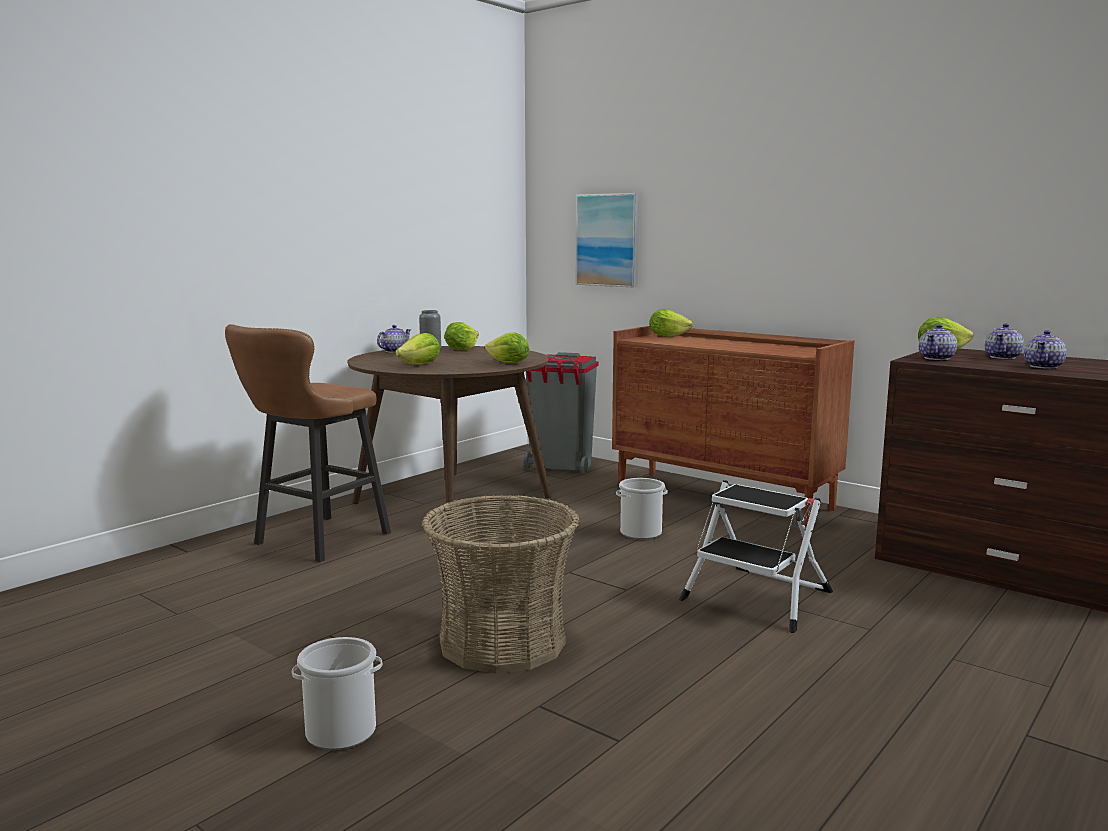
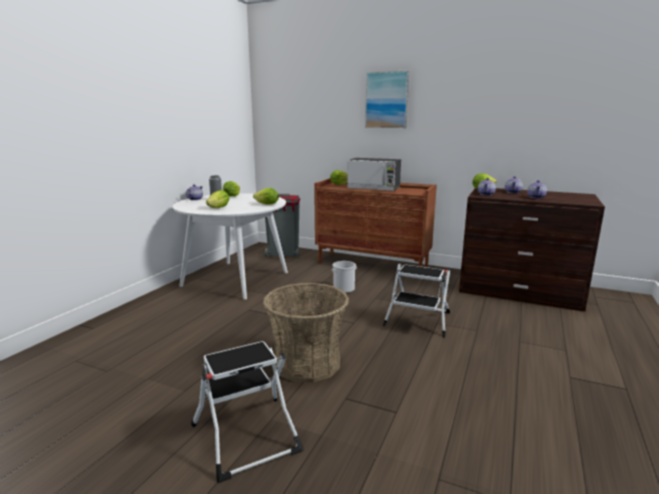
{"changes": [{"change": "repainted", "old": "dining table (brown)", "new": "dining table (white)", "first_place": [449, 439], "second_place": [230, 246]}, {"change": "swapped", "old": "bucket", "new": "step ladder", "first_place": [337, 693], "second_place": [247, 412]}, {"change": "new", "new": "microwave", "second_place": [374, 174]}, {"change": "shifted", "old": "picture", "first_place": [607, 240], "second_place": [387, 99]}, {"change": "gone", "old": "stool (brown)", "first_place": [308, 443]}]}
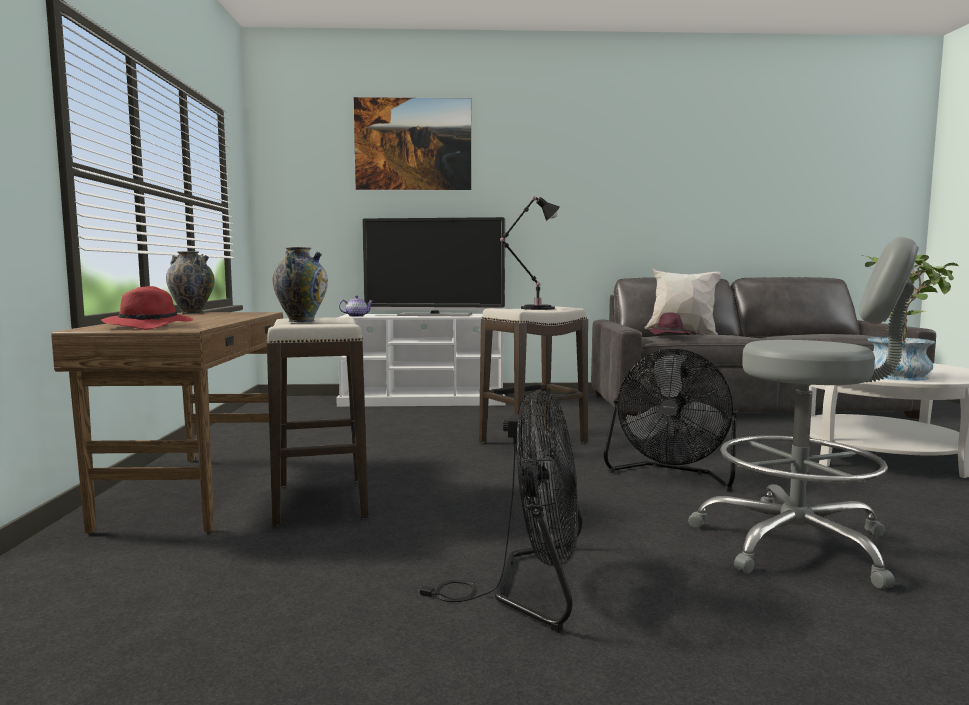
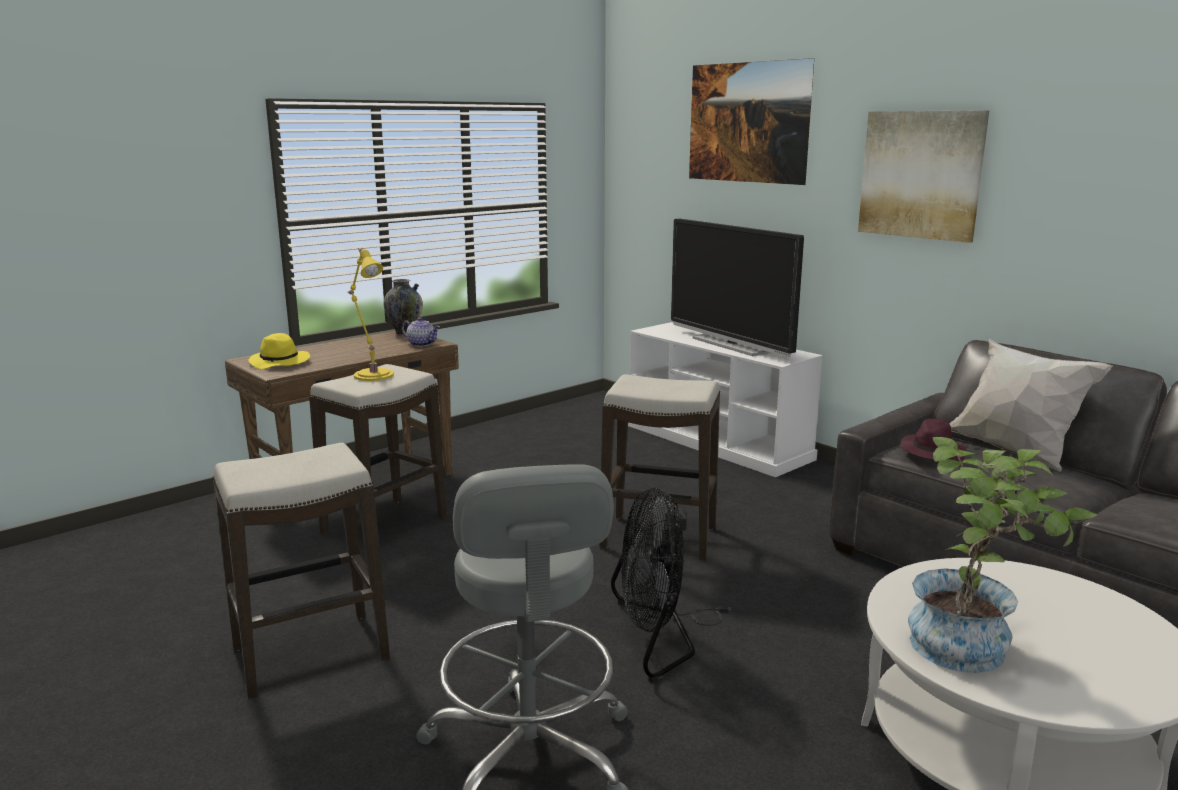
{"changes": [{"change": "swapped", "old": "fan (black)", "new": "stool", "first_place": [500, 511], "second_place": [301, 571]}, {"change": "repainted", "old": "hat (red)", "new": "hat (yellow)", "first_place": [147, 308], "second_place": [279, 351]}, {"change": "swapped", "old": "vase", "new": "table lamp (yellow)", "first_place": [300, 284], "second_place": [371, 314]}, {"change": "shifted", "old": "teapot", "first_place": [356, 306], "second_place": [421, 332]}, {"change": "new", "new": "picture", "second_place": [923, 176]}, {"change": "gone", "old": "table lamp (black)", "first_place": [529, 253]}]}
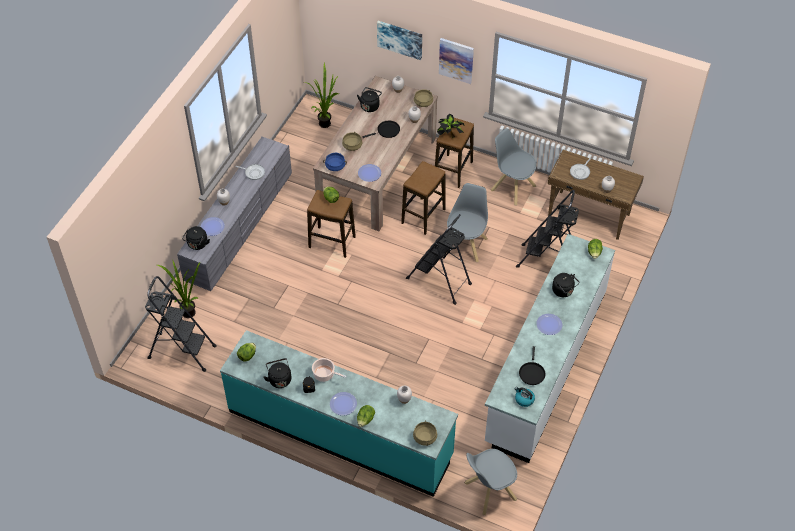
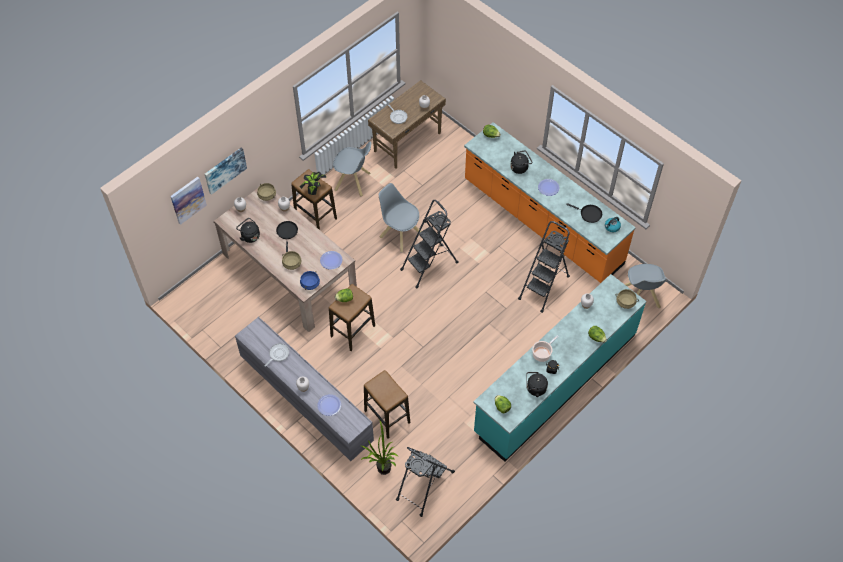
{"changes": [{"change": "shifted", "old": "picture", "first_place": [456, 61], "second_place": [188, 201]}, {"change": "rotated", "old": "chair (grey)", "first_place": [513, 167], "second_place": [352, 168], "degrees": -135}, {"change": "shifted", "old": "stool", "first_place": [423, 198], "second_place": [387, 404]}, {"change": "repainted", "old": "counter (white)", "new": "counter (orange)", "first_place": [550, 348], "second_place": [550, 202]}, {"change": "shifted", "old": "step ladder", "first_place": [547, 229], "second_place": [544, 267]}, {"change": "gone", "old": "kettle (black)", "first_place": [196, 238]}, {"change": "gone", "old": "potted plant", "first_place": [321, 95]}, {"change": "gone", "old": "plate", "first_place": [343, 404]}]}
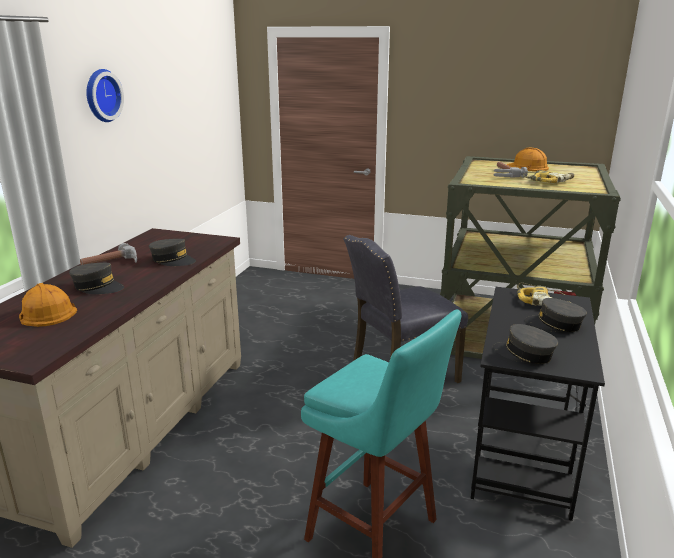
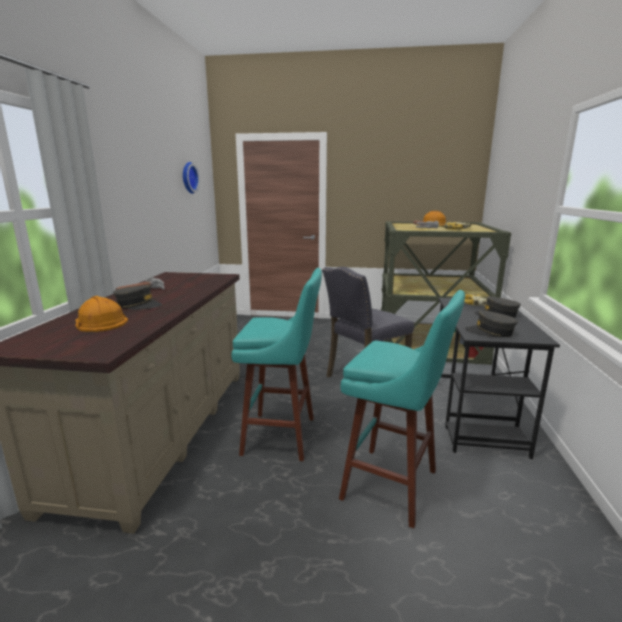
{"changes": [{"change": "shifted", "old": "wall clock", "first_place": [105, 95], "second_place": [191, 178]}, {"change": "new", "new": "stool (turquoise)", "second_place": [277, 364]}, {"change": "gone", "old": "cap (grey)", "first_place": [172, 252]}]}
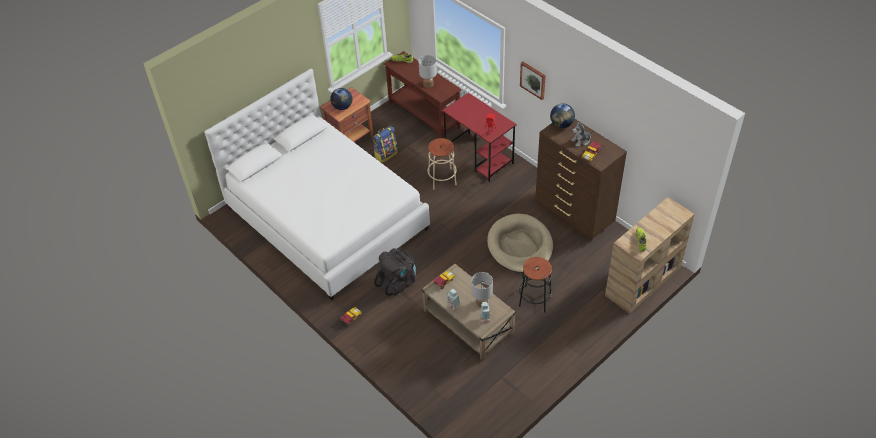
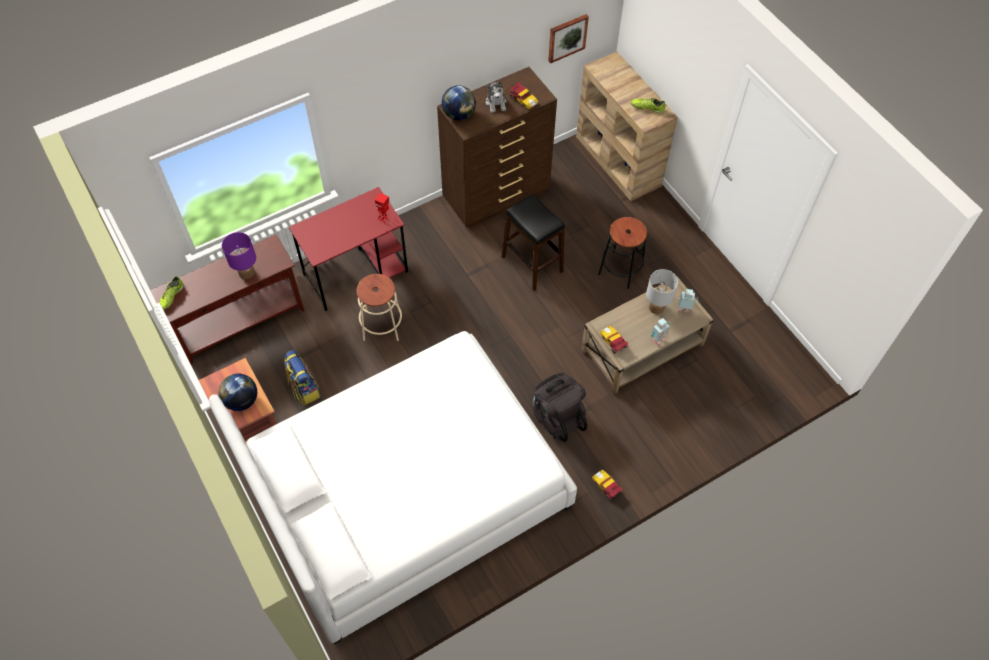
{"changes": [{"change": "repainted", "old": "table lamp (grey)", "new": "table lamp (purple)", "first_place": [427, 71], "second_place": [239, 255]}, {"change": "swapped", "old": "dog bed (beige)", "new": "stool (black)", "first_place": [520, 243], "second_place": [533, 242]}, {"change": "shifted", "old": "picture", "first_place": [533, 80], "second_place": [568, 38]}]}
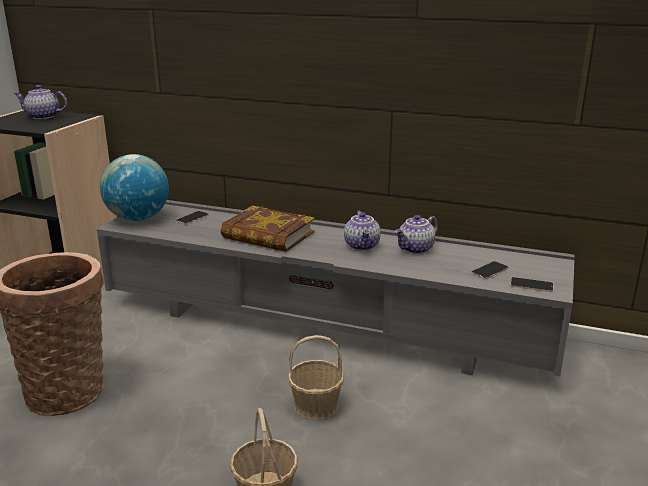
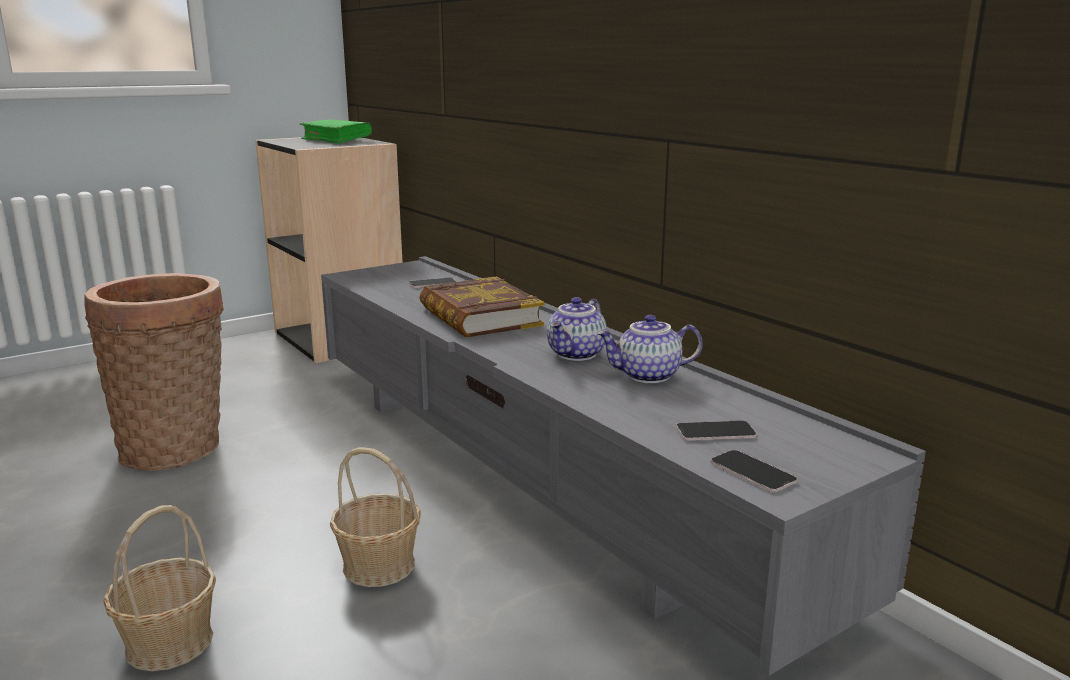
{"changes": [{"change": "swapped", "old": "teapot", "new": "book (green)", "first_place": [40, 102], "second_place": [336, 131]}, {"change": "gone", "old": "globe", "first_place": [134, 187]}]}
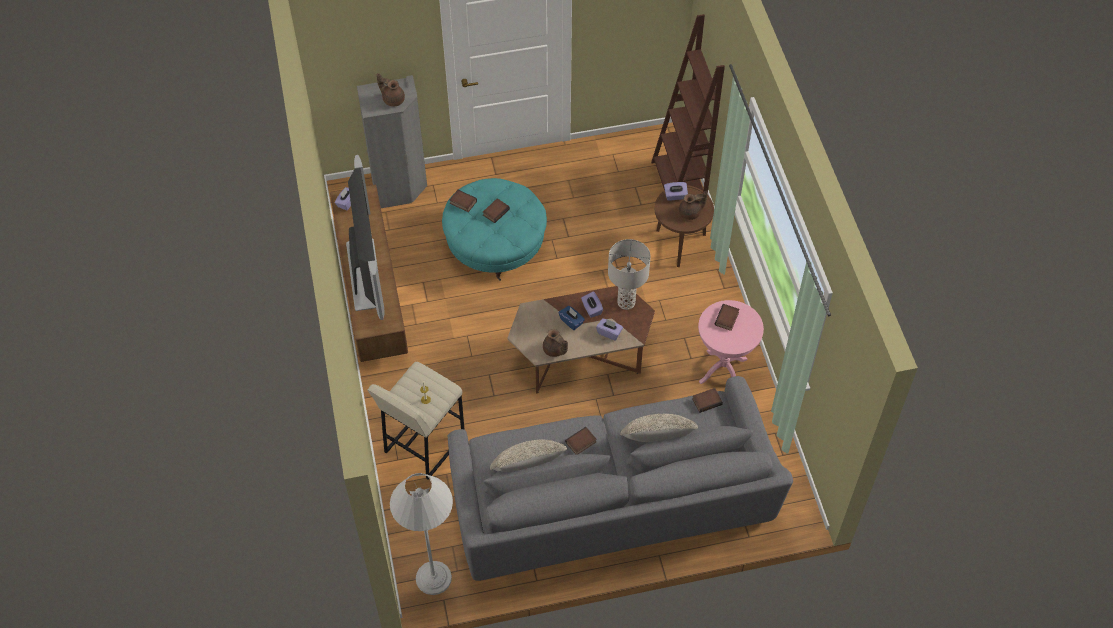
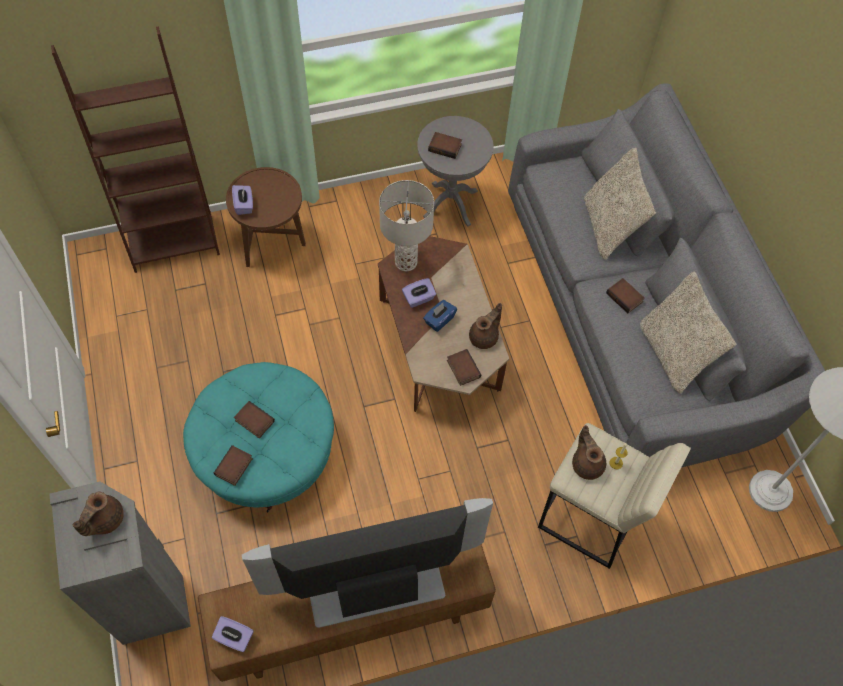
{"changes": [{"change": "repainted", "old": "side table (pink)", "new": "side table (grey)", "first_place": [731, 342], "second_place": [455, 171]}, {"change": "shifted", "old": "book", "first_place": [707, 400], "second_place": [464, 367]}, {"change": "shifted", "old": "teapot (brown)", "first_place": [693, 205], "second_place": [589, 452]}, {"change": "gone", "old": "tissue box (purple)", "first_place": [609, 329]}]}
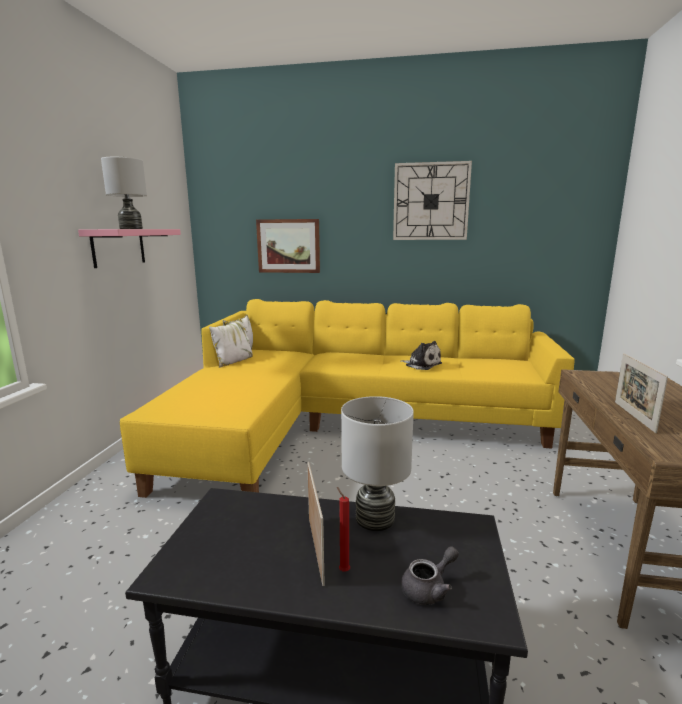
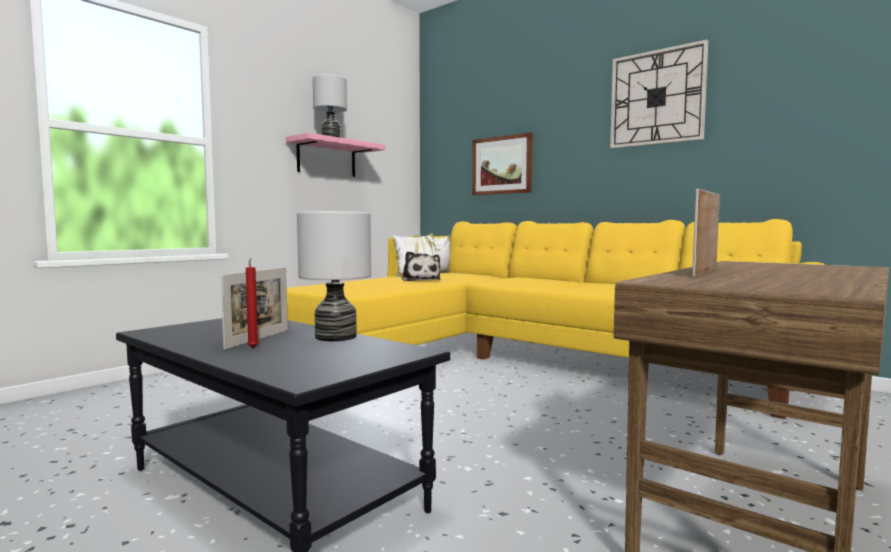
{"changes": [{"change": "shifted", "old": "plush toy", "first_place": [421, 355], "second_place": [421, 266]}, {"change": "gone", "old": "teapot (grey)", "first_place": [430, 575]}]}
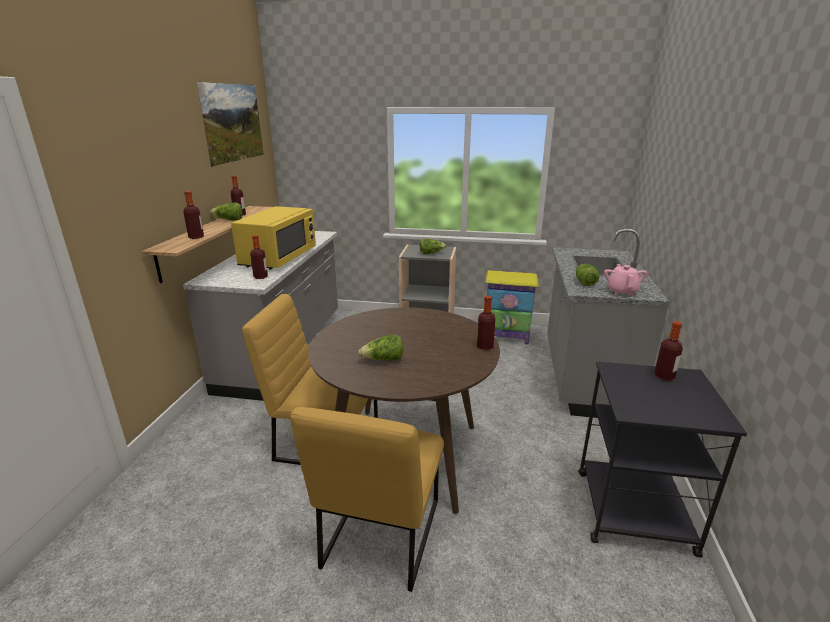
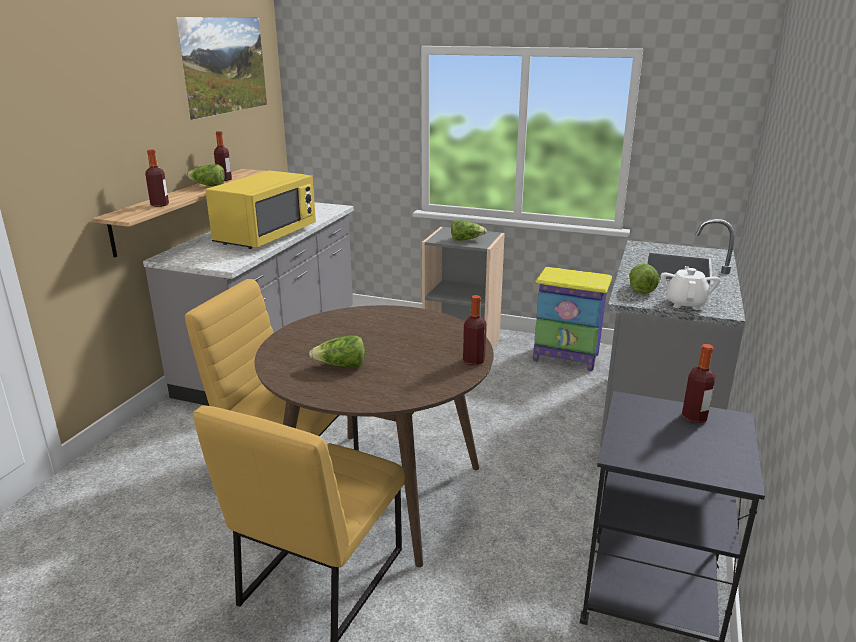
{"changes": [{"change": "repainted", "old": "teapot (pink)", "new": "teapot (white)", "first_place": [625, 280], "second_place": [690, 288]}, {"change": "gone", "old": "bottle", "first_place": [259, 257]}]}
